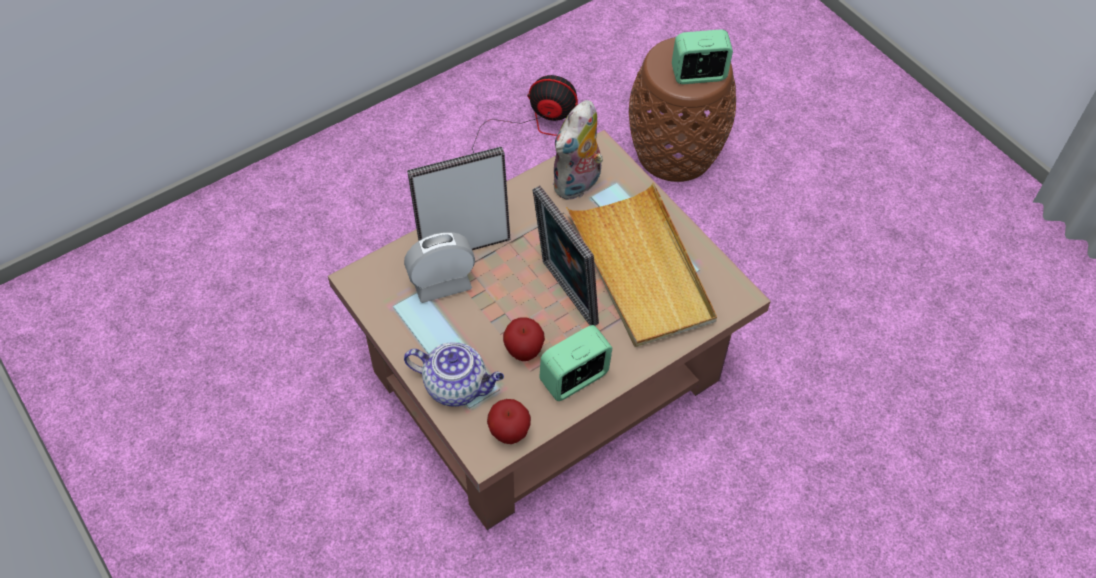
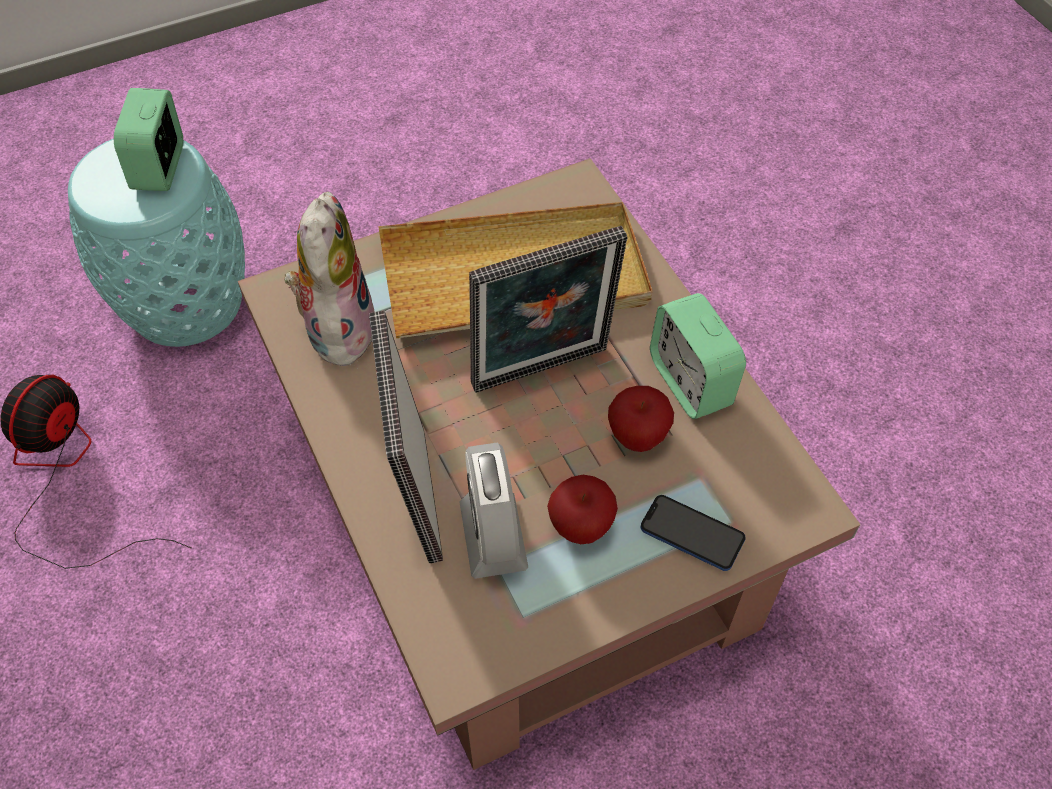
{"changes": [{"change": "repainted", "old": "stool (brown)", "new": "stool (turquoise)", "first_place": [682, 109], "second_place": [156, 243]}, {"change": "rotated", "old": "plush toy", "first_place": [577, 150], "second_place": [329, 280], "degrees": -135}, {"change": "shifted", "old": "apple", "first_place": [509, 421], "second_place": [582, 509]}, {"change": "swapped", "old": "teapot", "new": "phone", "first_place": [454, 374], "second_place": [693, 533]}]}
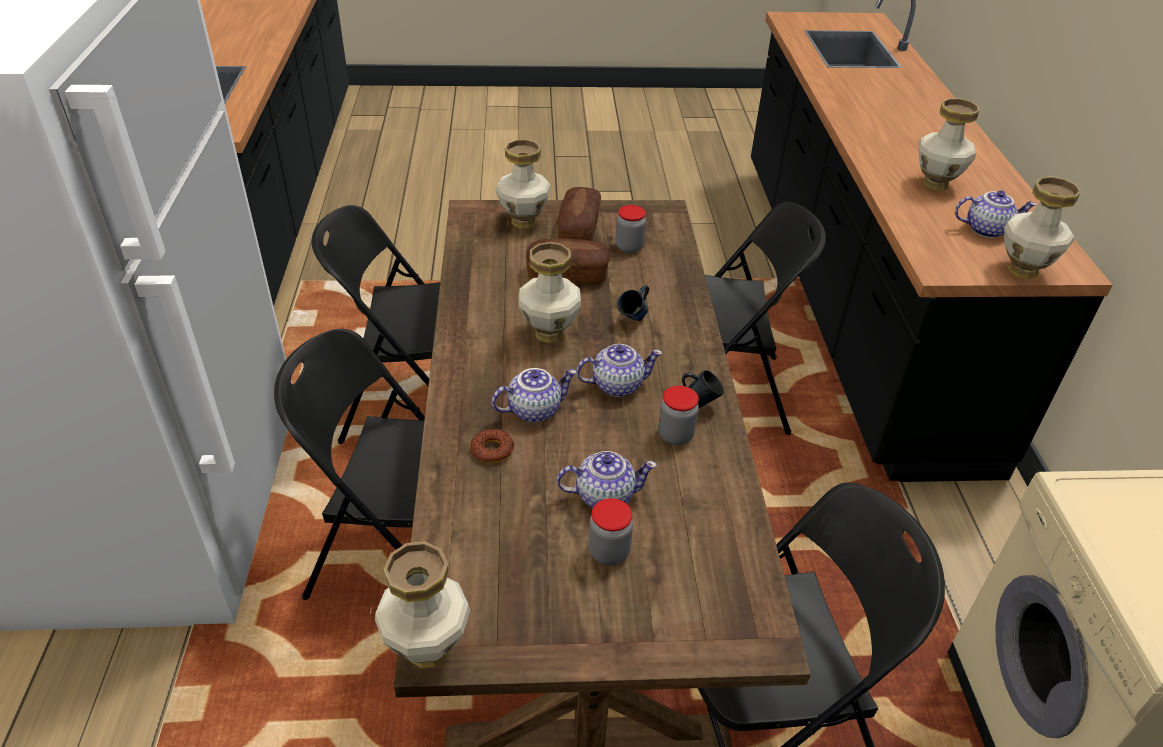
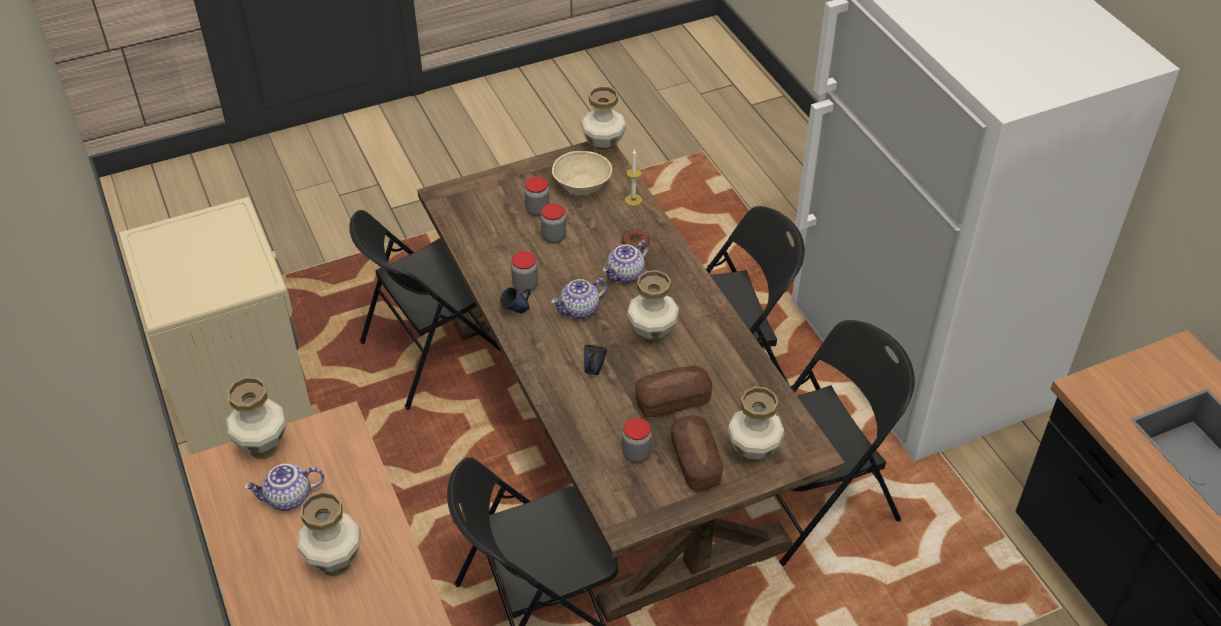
{"changes": [{"change": "swapped", "old": "teapot", "new": "jar", "first_place": [607, 479], "second_place": [553, 223]}, {"change": "new", "new": "bowl (beige)", "second_place": [582, 173]}, {"change": "new", "new": "candle", "second_place": [633, 177]}]}
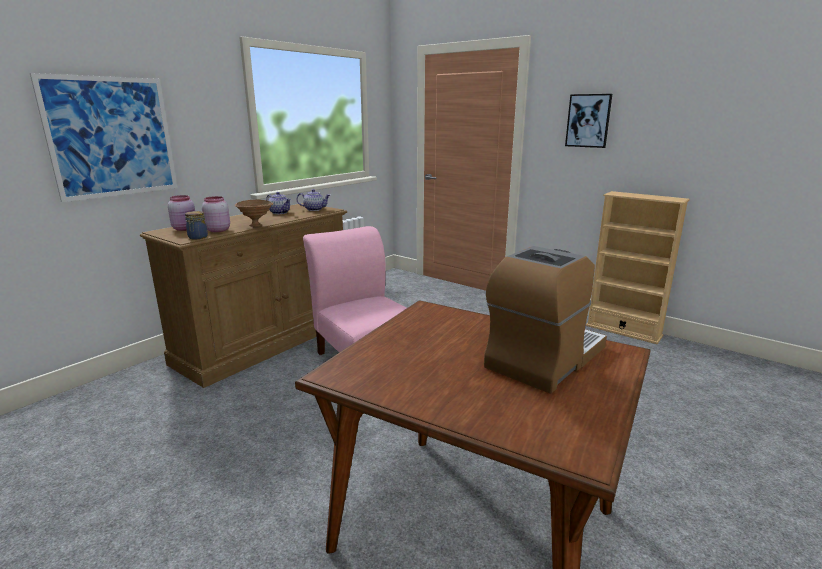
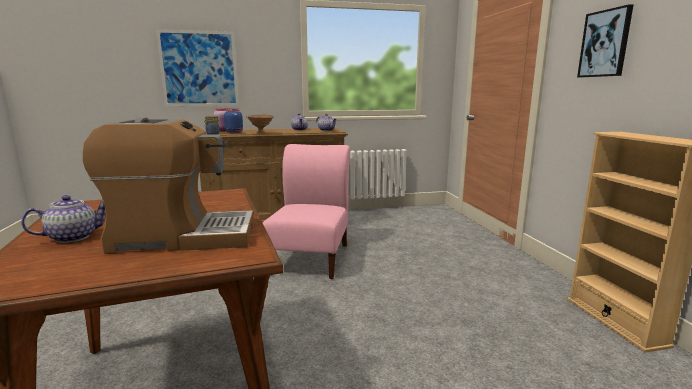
{"changes": [{"change": "new", "new": "teapot", "second_place": [63, 219]}, {"change": "repainted", "old": "jar (pink)", "new": "jar (blue)", "first_place": [216, 214], "second_place": [233, 121]}]}
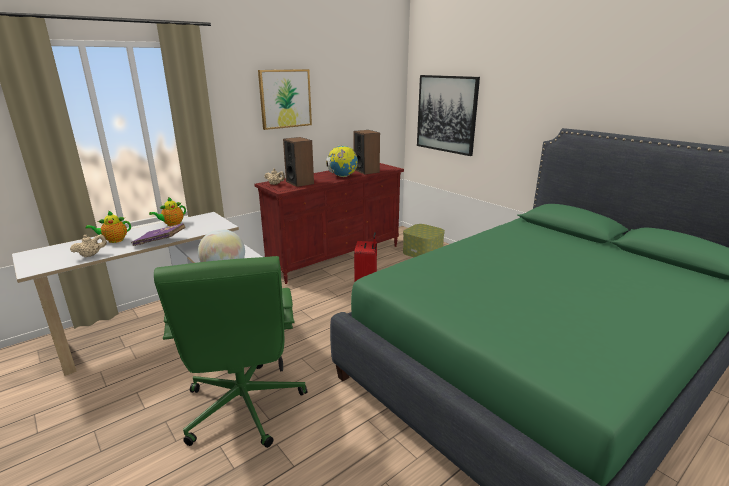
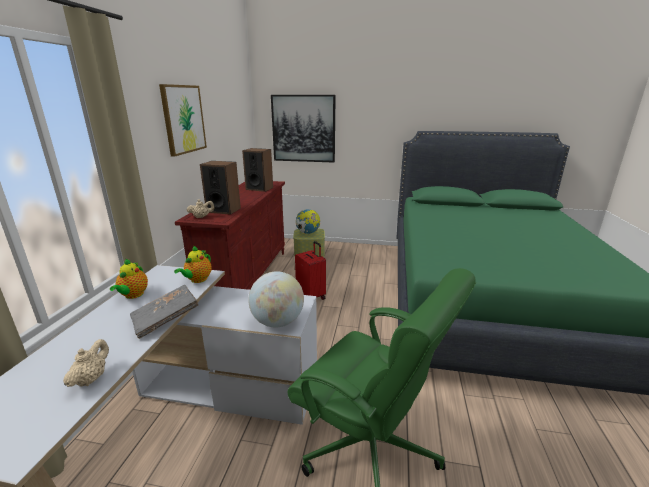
{"changes": [{"change": "repainted", "old": "book (purple)", "new": "book (grey)", "first_place": [158, 234], "second_place": [164, 312]}, {"change": "shifted", "old": "teapot", "first_place": [108, 226], "second_place": [193, 264]}, {"change": "shifted", "old": "globe", "first_place": [342, 161], "second_place": [308, 221]}]}
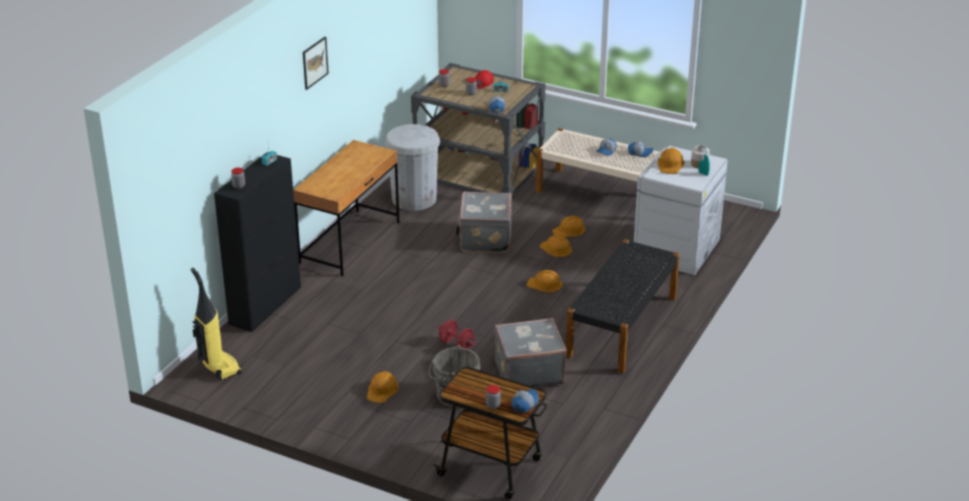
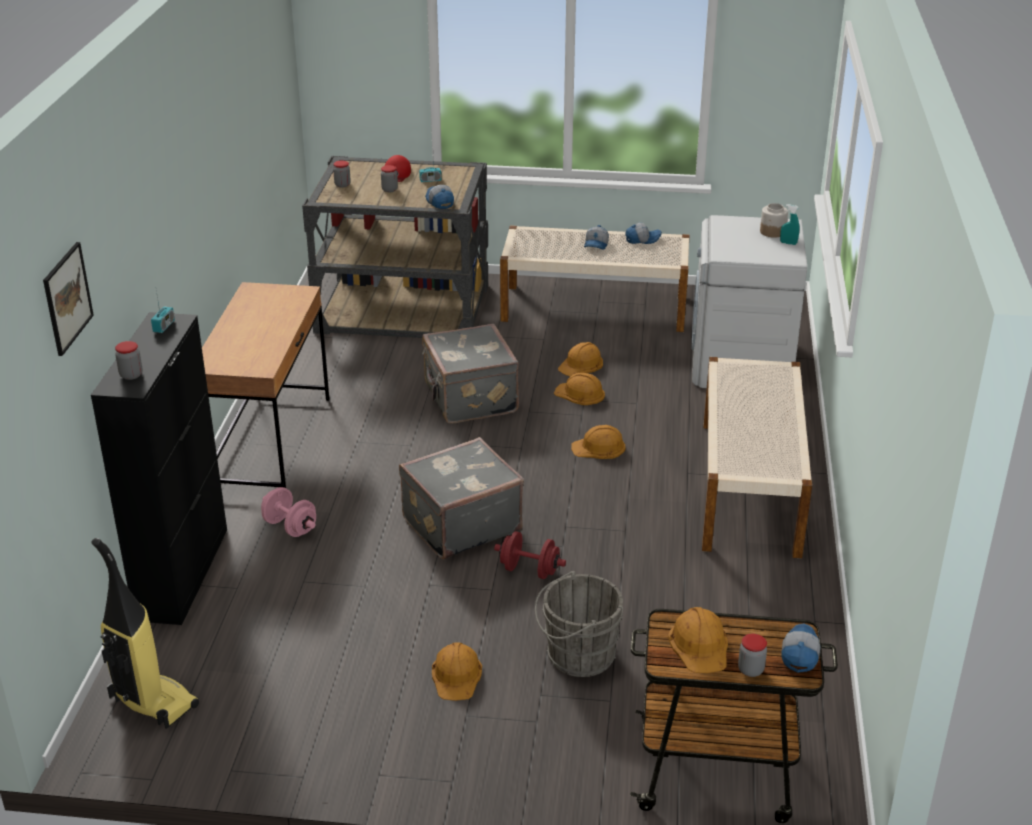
{"changes": [{"change": "shifted", "old": "picture", "first_place": [316, 63], "second_place": [68, 299]}, {"change": "new", "new": "dumbbell (pink)", "second_place": [288, 512]}, {"change": "shifted", "old": "suitcase (grey)", "first_place": [530, 352], "second_place": [461, 498]}, {"change": "shifted", "old": "hard hat (orange)", "first_place": [671, 161], "second_place": [698, 640]}, {"change": "repainted", "old": "bench (black)", "new": "bench (beige)", "first_place": [623, 306], "second_place": [757, 457]}, {"change": "gone", "old": "trash can (white)", "first_place": [412, 167]}]}
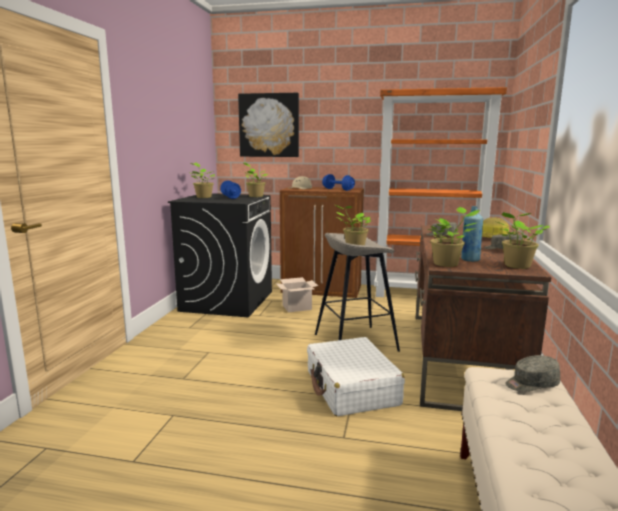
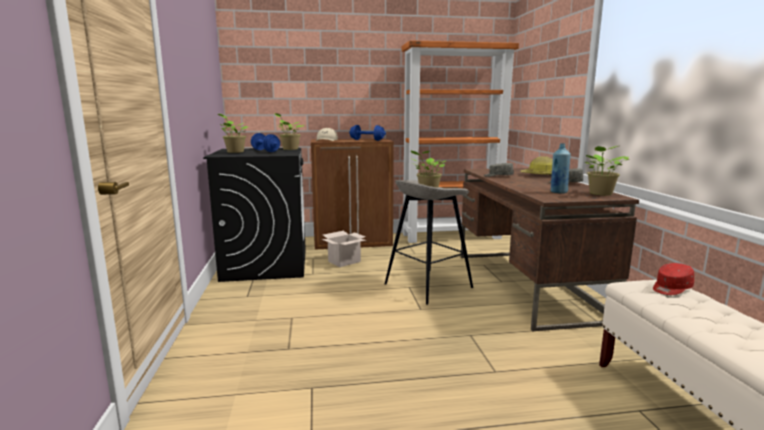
{"changes": [{"change": "repainted", "old": "cap (grey)", "new": "cap (red)", "first_place": [532, 373], "second_place": [673, 279]}, {"change": "gone", "old": "picture", "first_place": [268, 125]}, {"change": "gone", "old": "suitcase (white)", "first_place": [356, 376]}, {"change": "gone", "old": "potted plant", "first_place": [453, 237]}]}
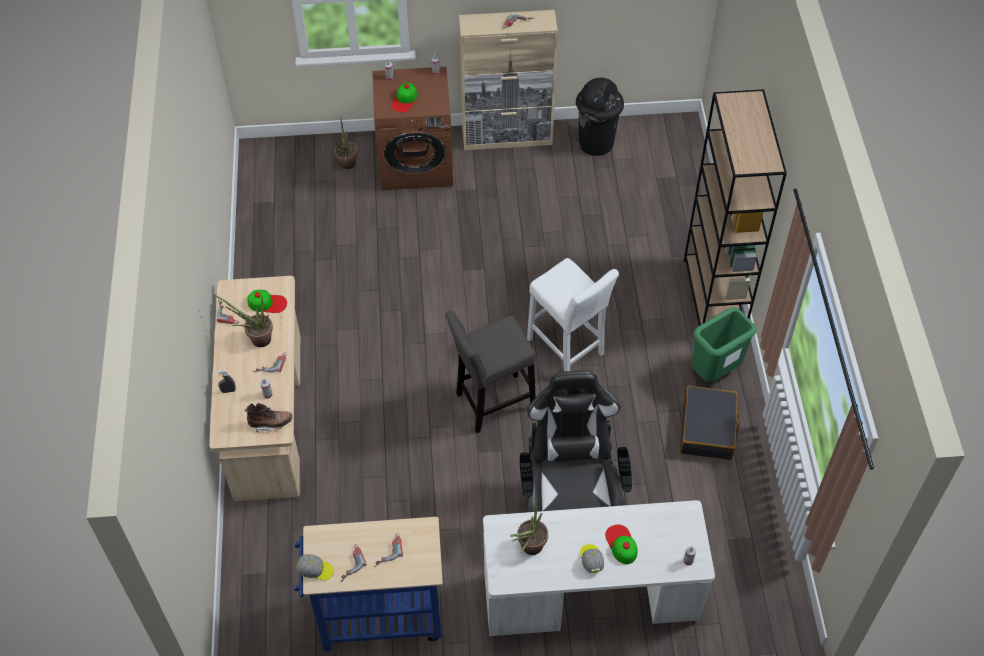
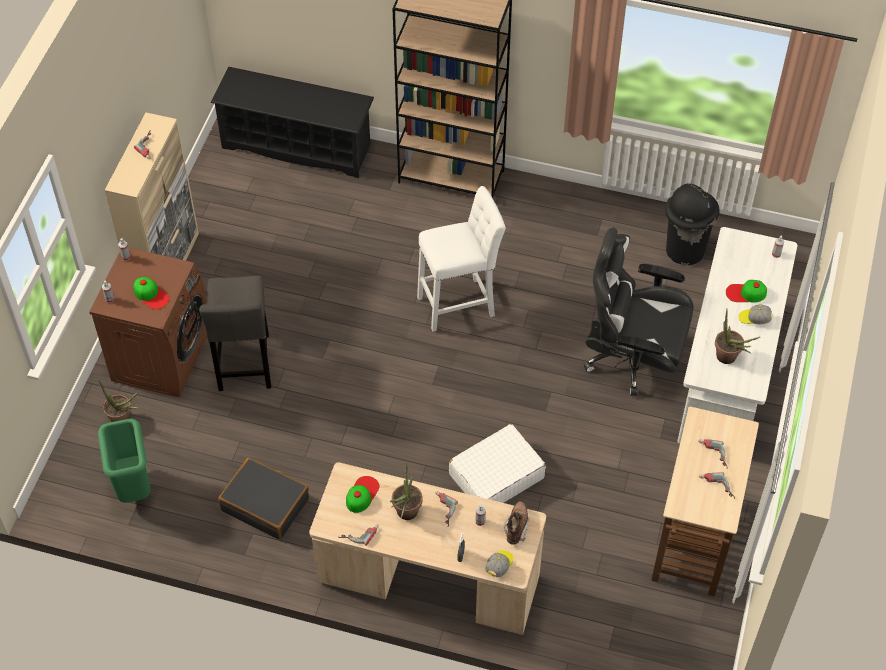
{"changes": [{"change": "shifted", "old": "trash can (green)", "first_place": [724, 344], "second_place": [124, 460]}, {"change": "shifted", "old": "stool (grey)", "first_place": [490, 372], "second_place": [235, 333]}, {"change": "new", "new": "shoe rack (black)", "second_place": [292, 122]}, {"change": "shifted", "old": "suitcase (black)", "first_place": [710, 423], "second_place": [263, 499]}, {"change": "new", "new": "suitcase (white)", "second_place": [497, 463]}, {"change": "shifted", "old": "cap", "first_place": [315, 567], "second_place": [499, 563]}, {"change": "repainted", "old": "cart (blue)", "new": "cart (brown)", "first_place": [368, 584], "second_place": [705, 502]}, {"change": "shifted", "old": "trash can (black)", "first_place": [600, 117], "second_place": [692, 224]}]}
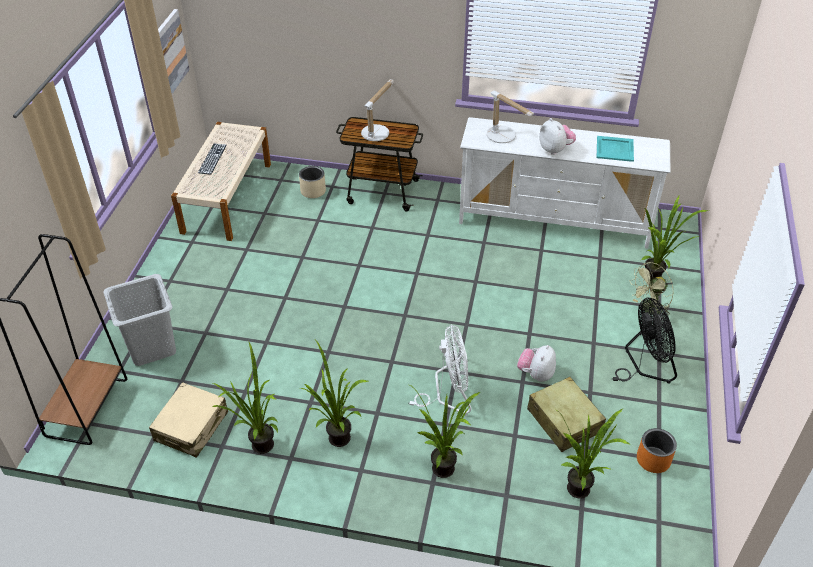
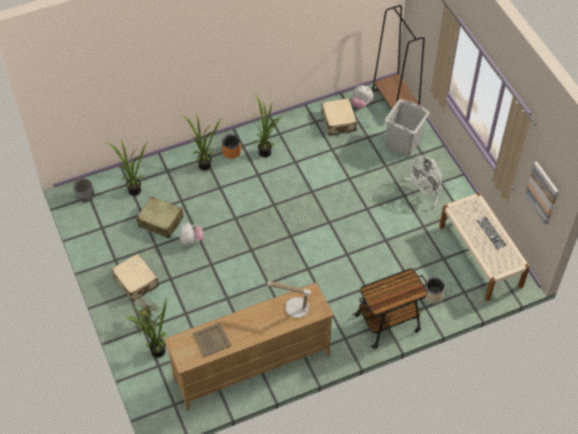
{"changes": [{"change": "new", "new": "planter (grey)", "second_place": [83, 190]}, {"change": "swapped", "old": "fan (black)", "new": "suitcase (beige)", "first_place": [644, 341], "second_place": [135, 277]}, {"change": "repainted", "old": "dresser (white)", "new": "dresser (brown)", "first_place": [564, 182], "second_place": [249, 346]}, {"change": "repainted", "old": "tray (turquoise)", "new": "tray (beige)", "first_place": [615, 149], "second_place": [212, 339]}, {"change": "shifted", "old": "planter (orange)", "first_place": [657, 450], "second_place": [231, 146]}, {"change": "shifted", "old": "plush toy", "first_place": [557, 136], "second_place": [362, 97]}, {"change": "shifted", "old": "fan (white)", "first_place": [440, 370], "second_place": [422, 181]}, {"change": "gone", "old": "potted plant", "first_place": [245, 398]}, {"change": "gone", "old": "table lamp", "first_place": [377, 110]}]}
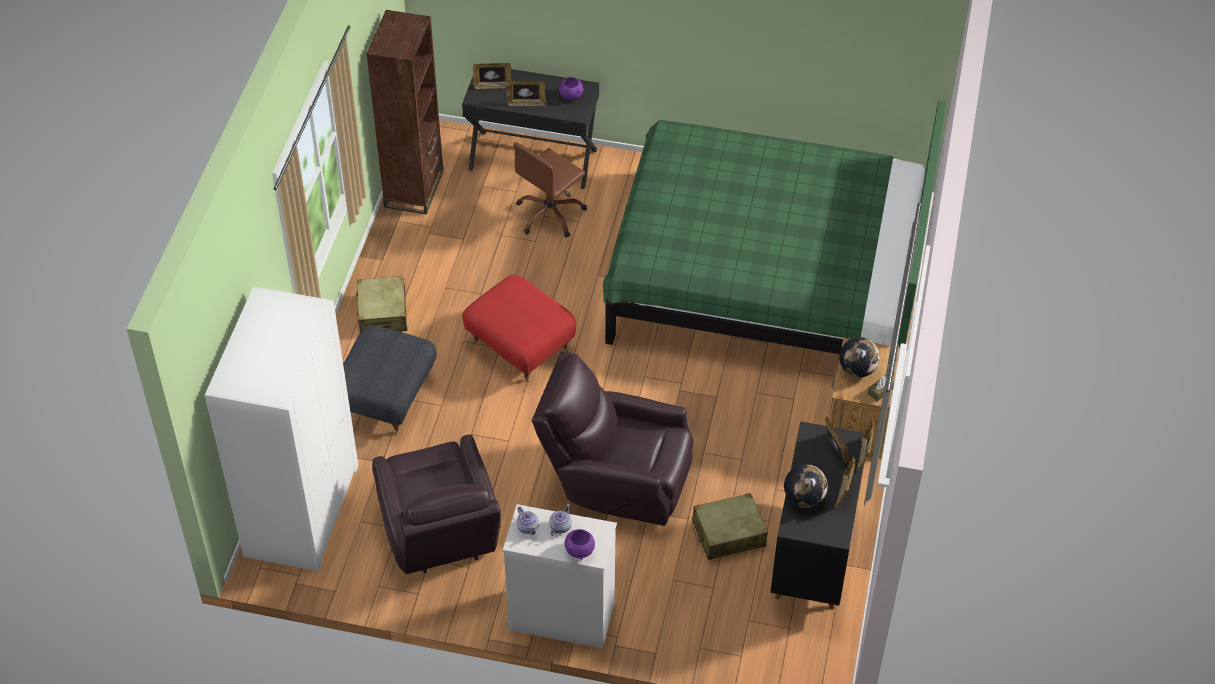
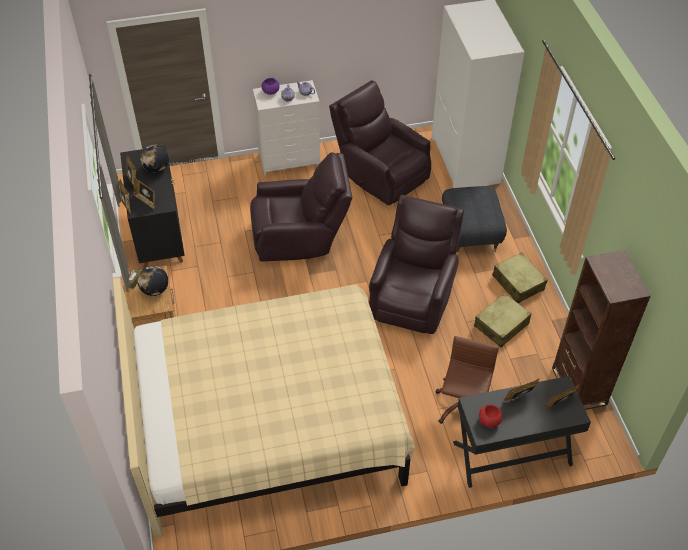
{"changes": [{"change": "repainted", "old": "bed (green)", "new": "bed (beige)", "first_place": [775, 227], "second_place": [264, 407]}, {"change": "swapped", "old": "ottoman (red)", "new": "armchair (brown)", "first_place": [519, 328], "second_place": [416, 264]}, {"change": "shifted", "old": "suitcase (beige)", "first_place": [730, 526], "second_place": [502, 320]}, {"change": "repainted", "old": "bowl (purple)", "new": "bowl (red)", "first_place": [571, 88], "second_place": [491, 416]}]}
